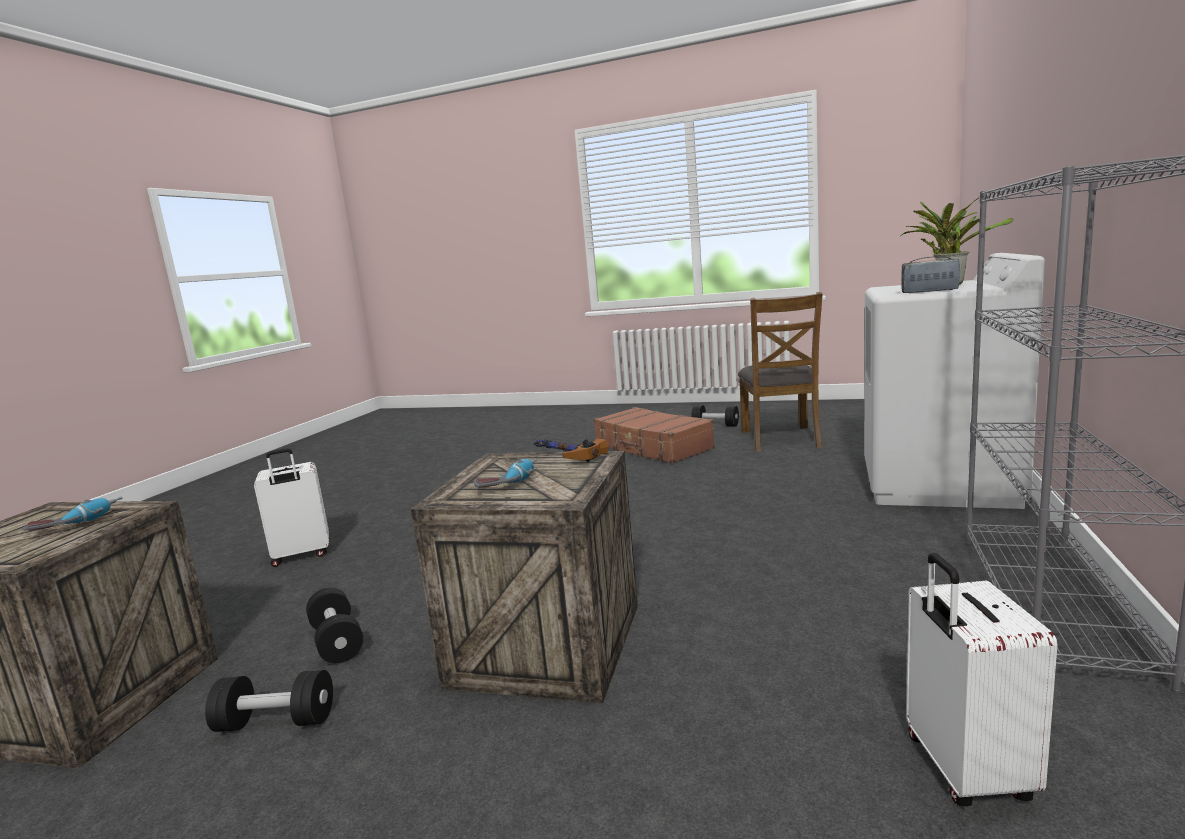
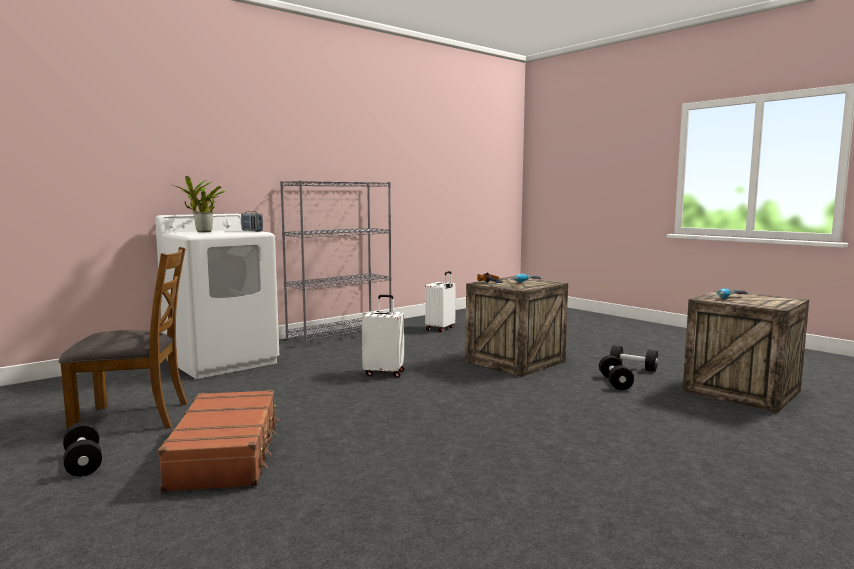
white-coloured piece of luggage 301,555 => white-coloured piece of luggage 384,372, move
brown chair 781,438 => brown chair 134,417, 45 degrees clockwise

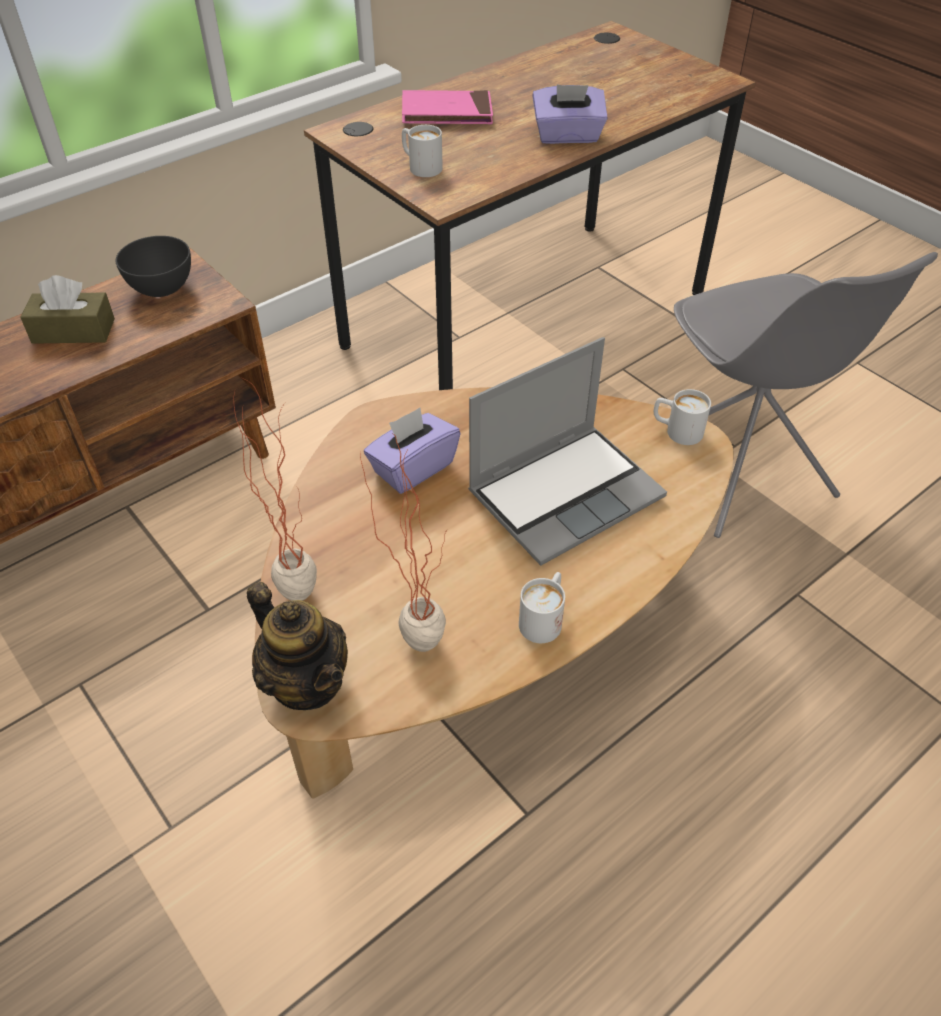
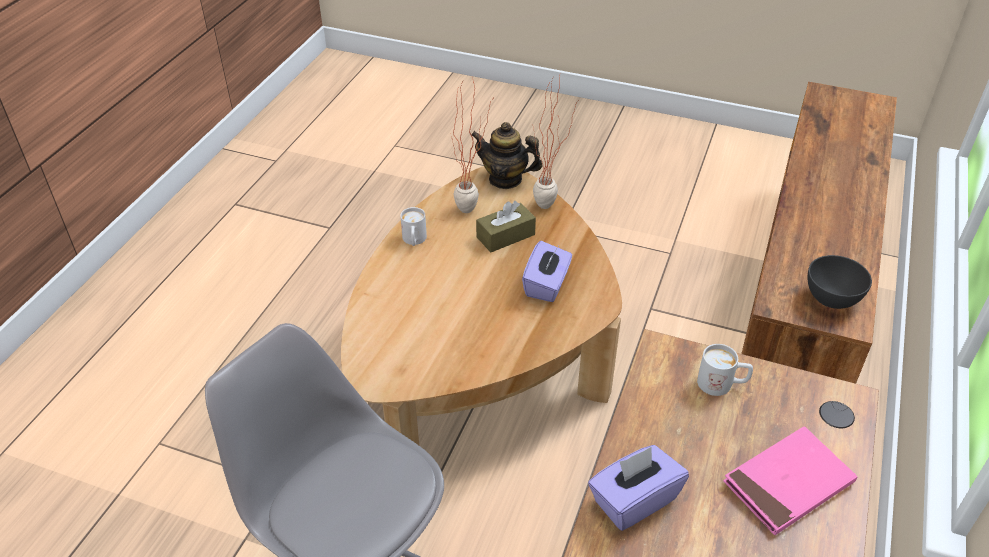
brown box of tissues 73,331 => brown box of tissues 505,236, move
notebook computer 566,493 => nothing
white-coloured mug 676,431 => nothing

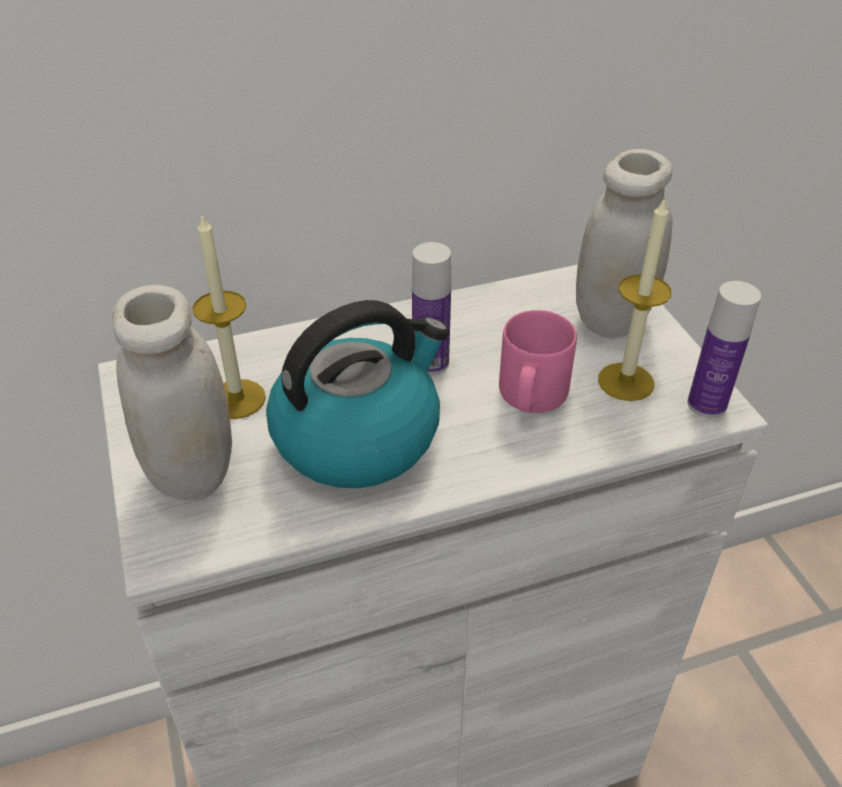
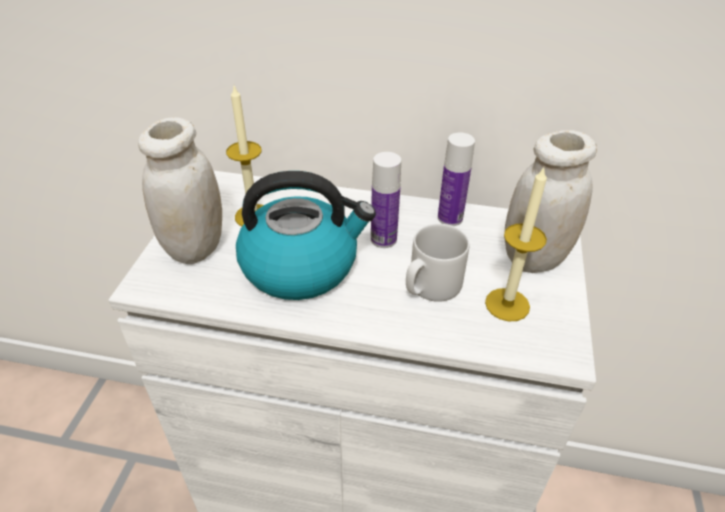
pinkish mug 531,397 => gray mug 430,287
bottle 706,404 => bottle 450,218, move

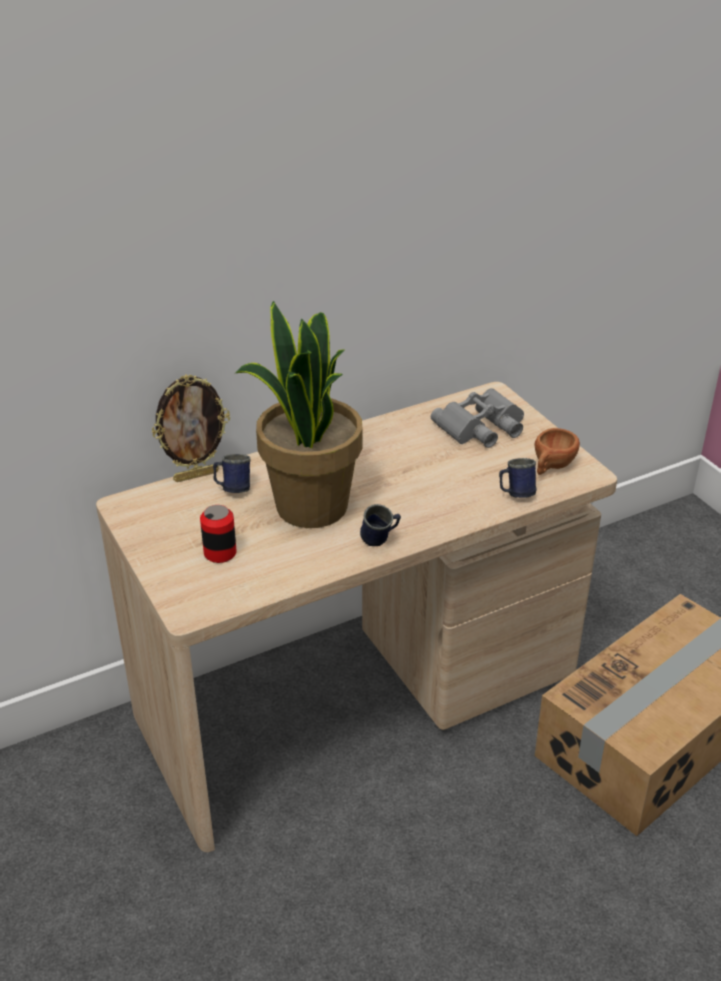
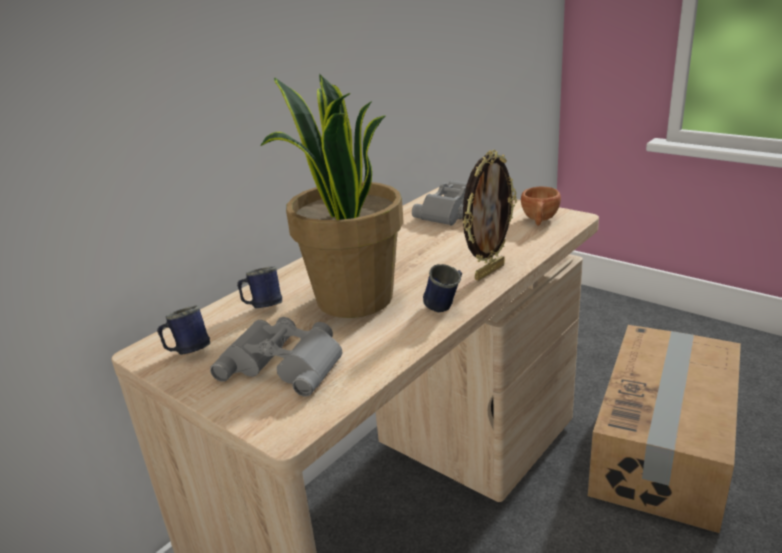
picture frame 196,475 => picture frame 488,271, move
can 220,553 => gray field glasses 286,362
blue-coloured mug 515,494 => blue-coloured mug 187,352, move

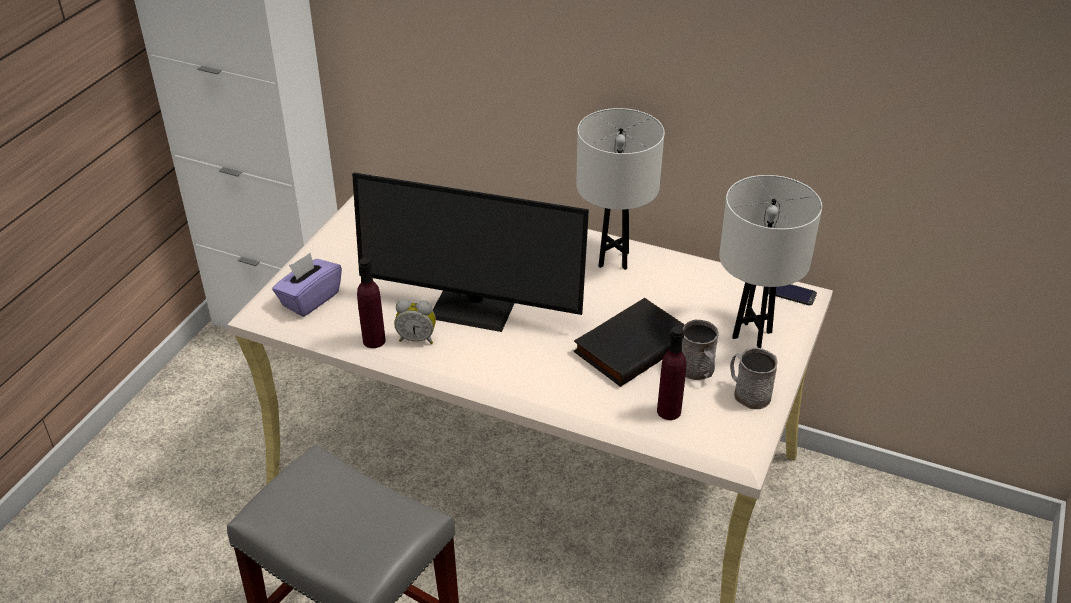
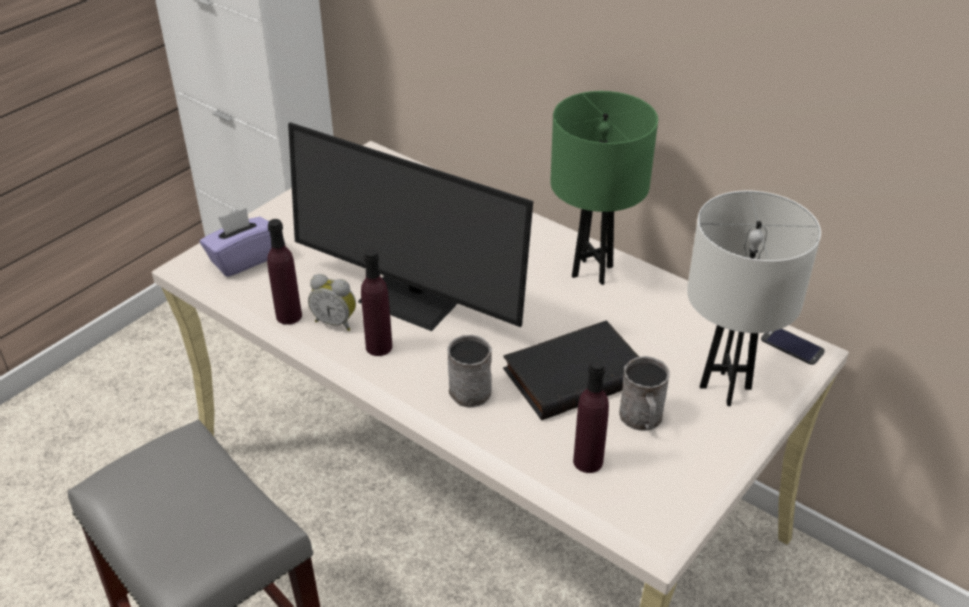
white-coloured lamp for a table 613,259 => green-coloured lamp for a table 592,271
gray mug 748,393 => gray mug 467,388, move
nothing => purplish bottle 379,347

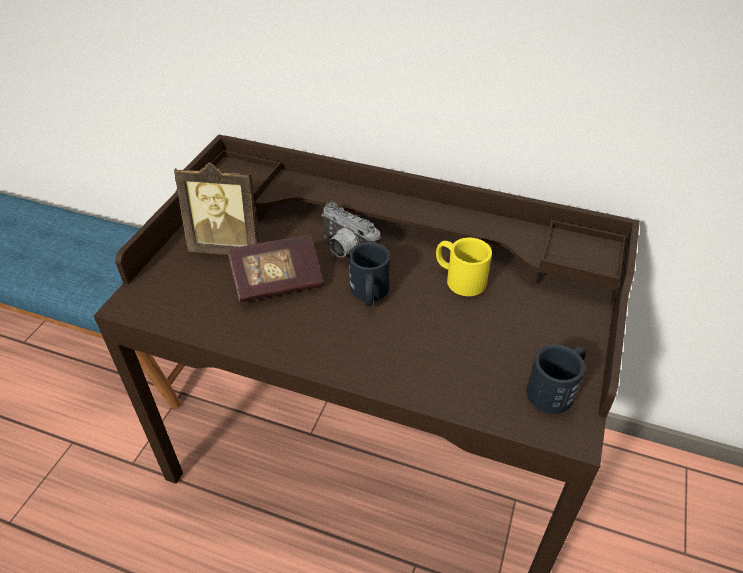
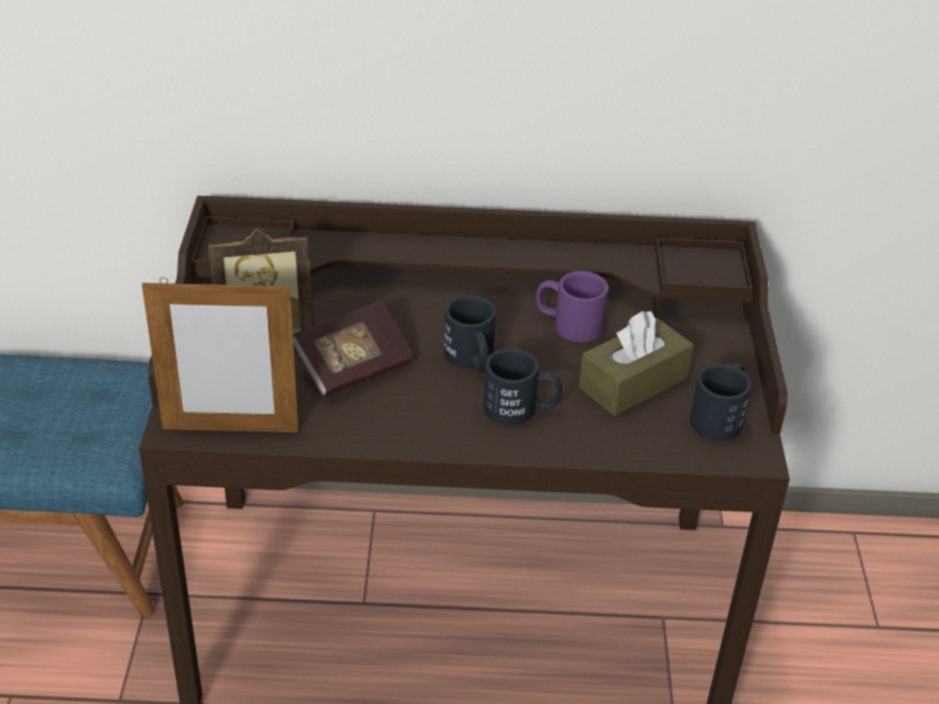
still camera 345,251 => nothing
yellowish mug 459,278 => purplish mug 568,324
nothing => picture frame 230,429
nothing => black mug 521,409
nothing => brown box of tissues 633,382

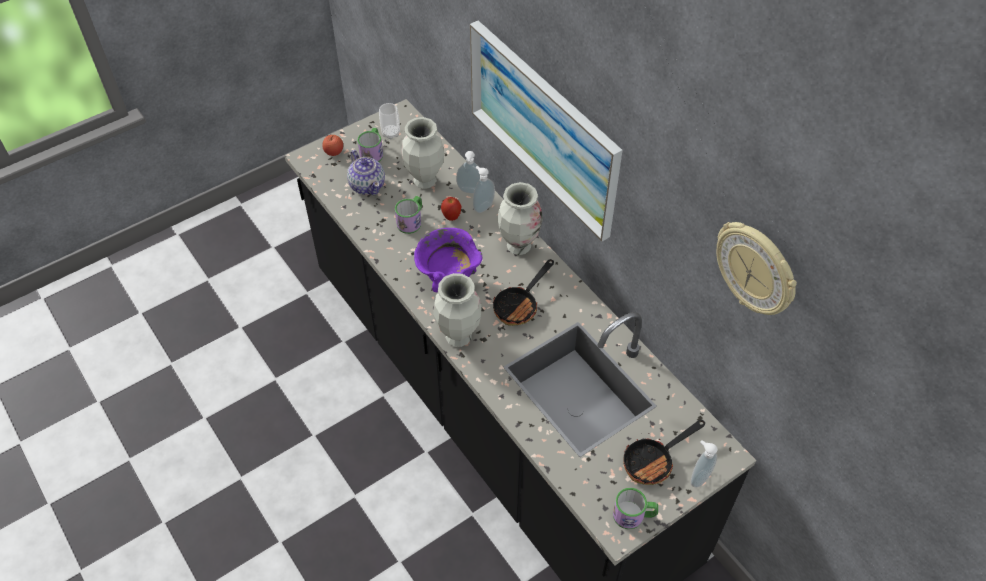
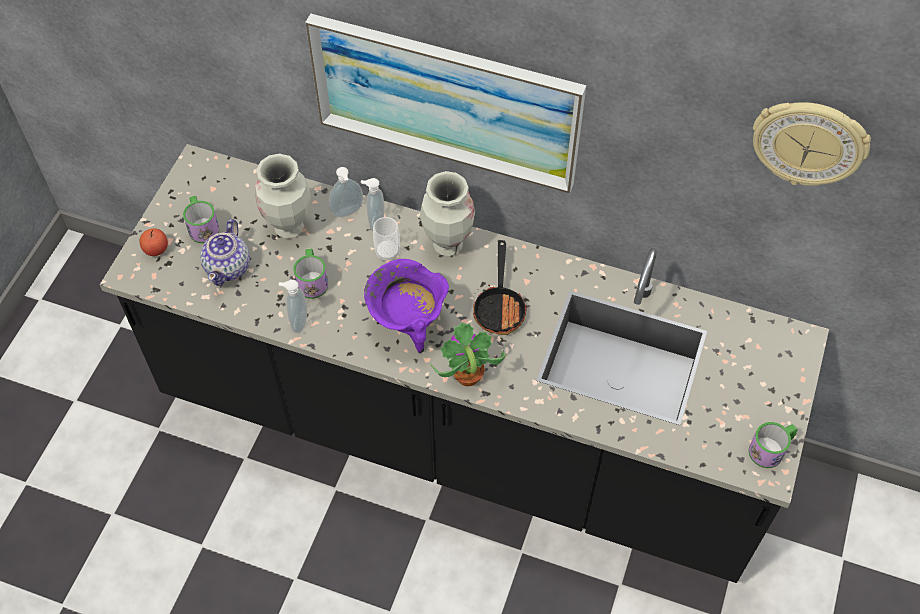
tea pot 367,185 => tea pot 229,267, 75 degrees clockwise
cup 391,133 => cup 387,252, move
decorative vase 458,337 => potted plant 467,377
apple fruit 451,217 => nothing
frying pan 654,461 => nothing
soap bottle 698,477 => soap bottle 297,321, move

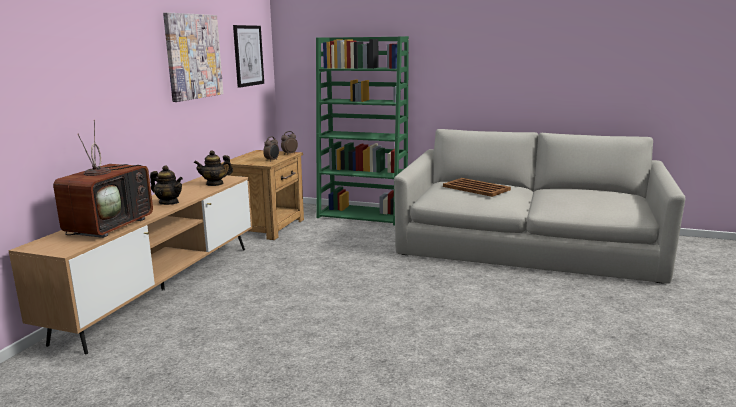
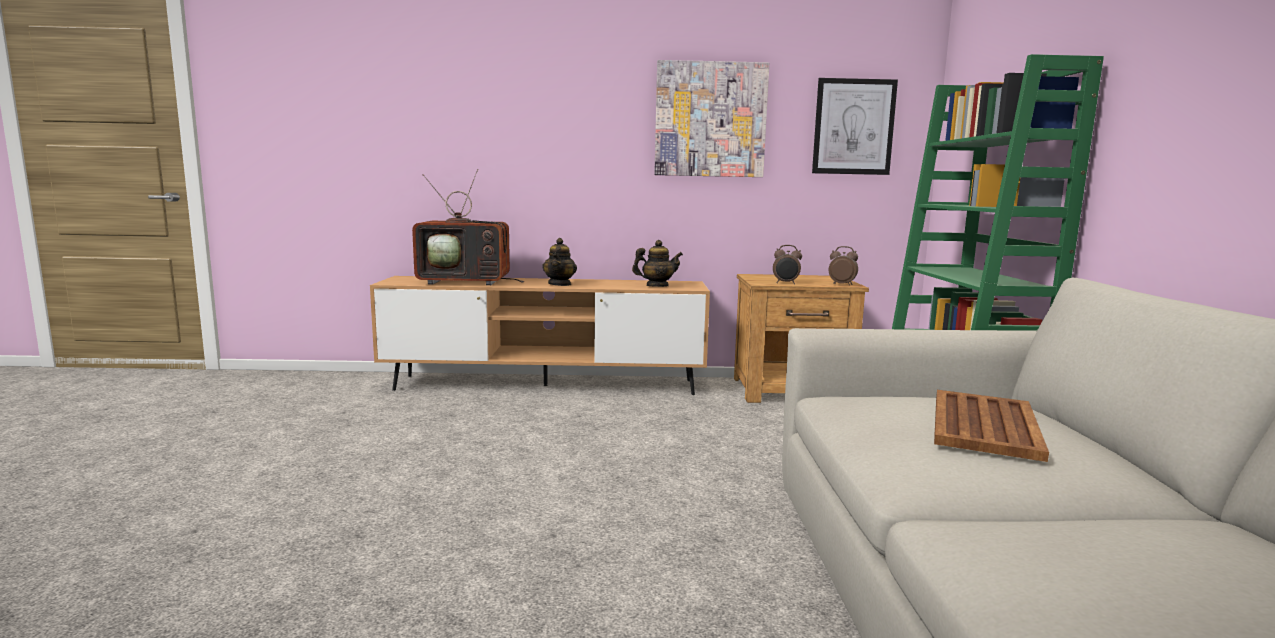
tea pot 215,184 => tea pot 657,286, 120 degrees clockwise

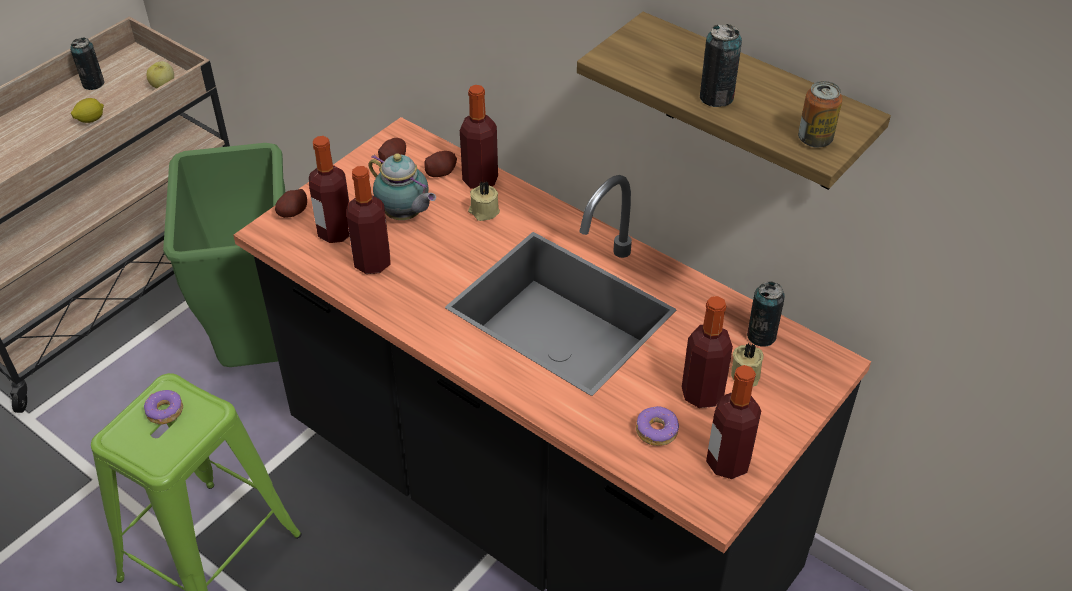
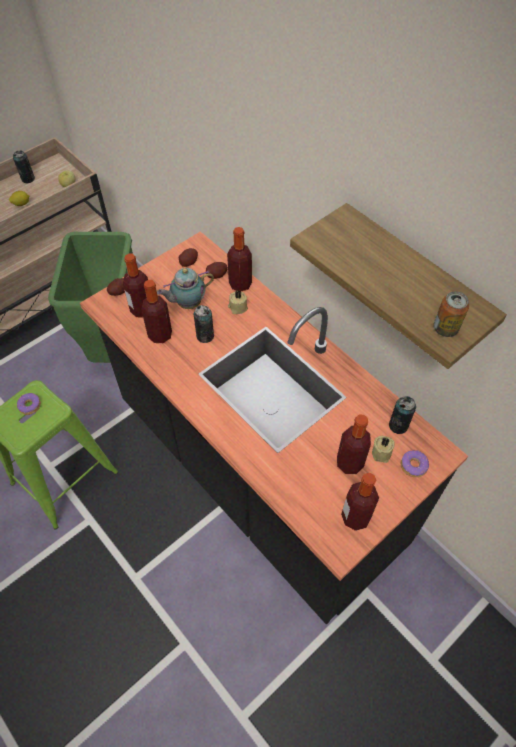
tea pot 405,216 => tea pot 187,304, 105 degrees clockwise
ring doughnut 657,431 => ring doughnut 413,465, move
can 716,97 => can 205,336, move

